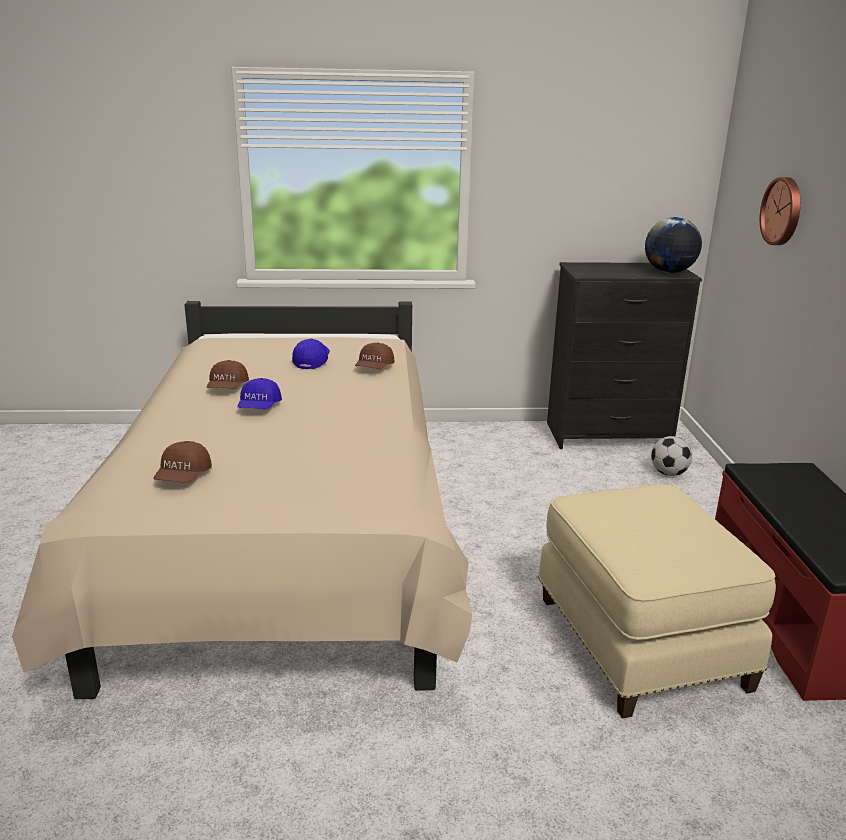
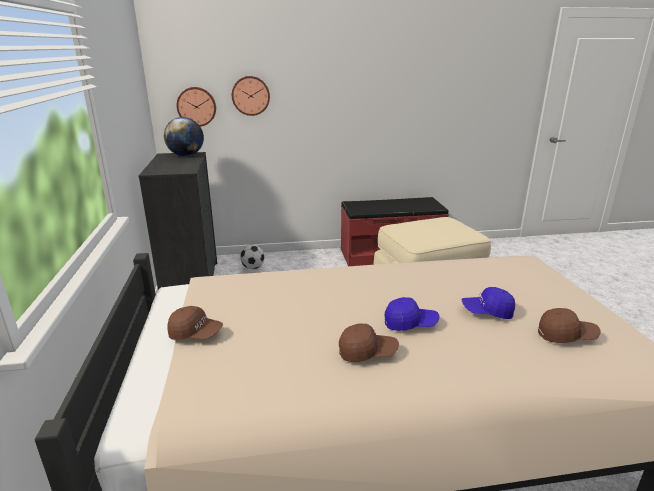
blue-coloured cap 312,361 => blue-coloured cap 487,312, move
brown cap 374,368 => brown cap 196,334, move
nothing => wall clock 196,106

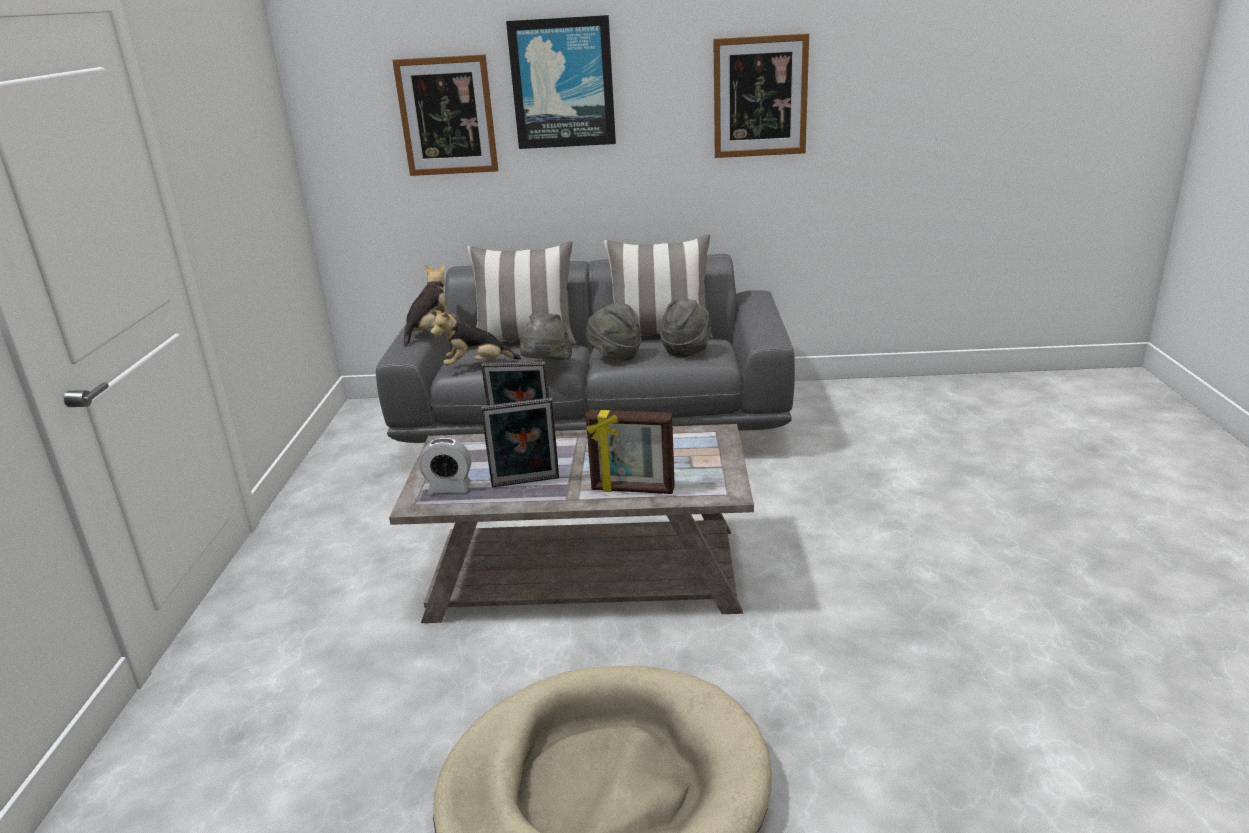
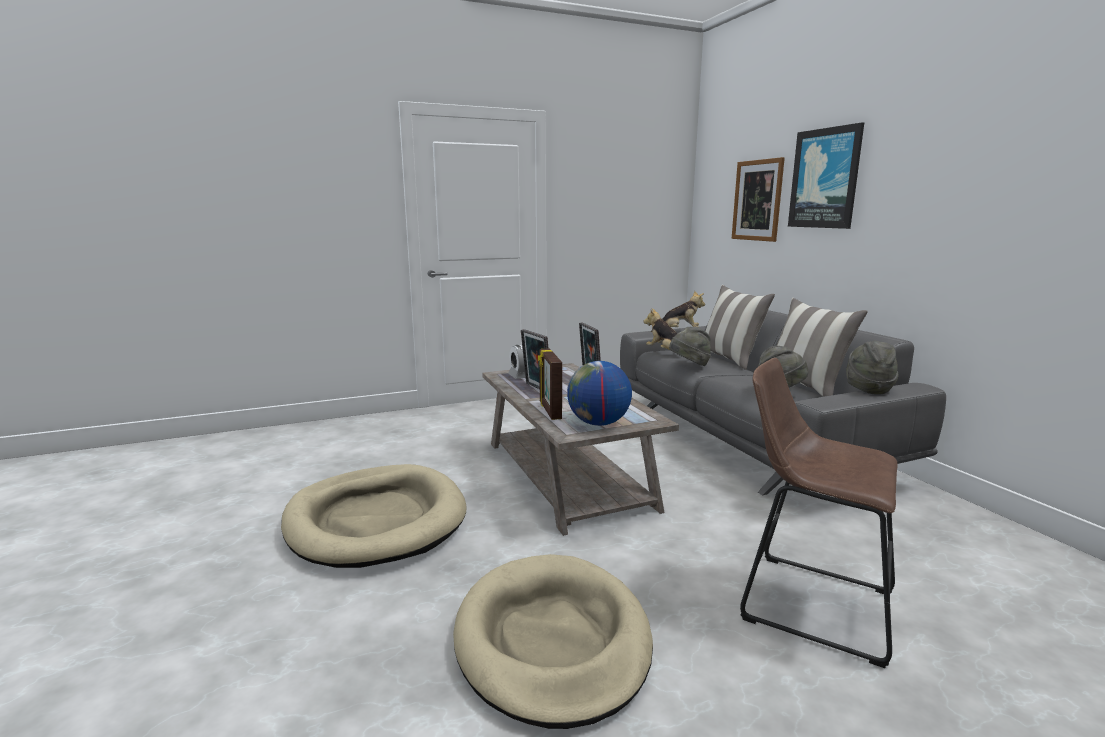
gray clothing hat 615,356 => gray clothing hat 867,389, move
wall picture 760,97 => nothing
nothing => beige-coloured dog cushion 552,640
nothing => world globe 598,423
nothing => brown stool 807,601

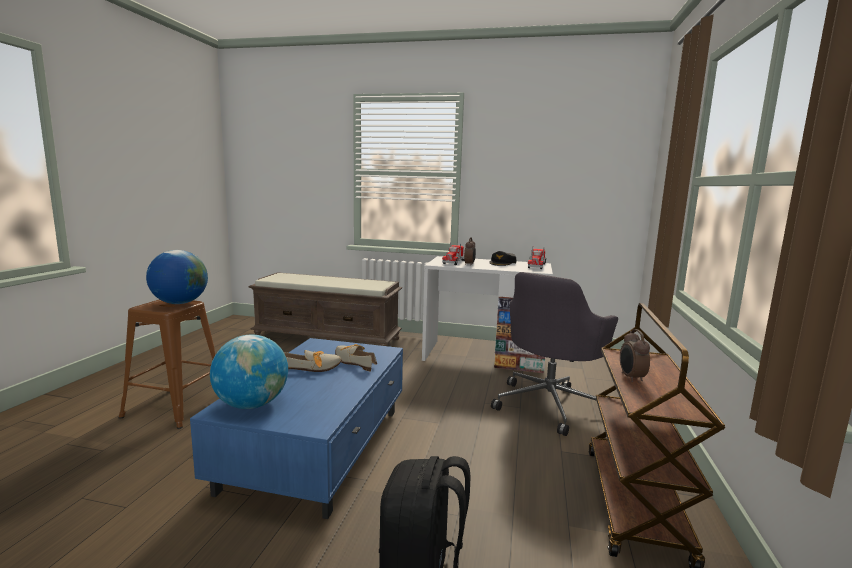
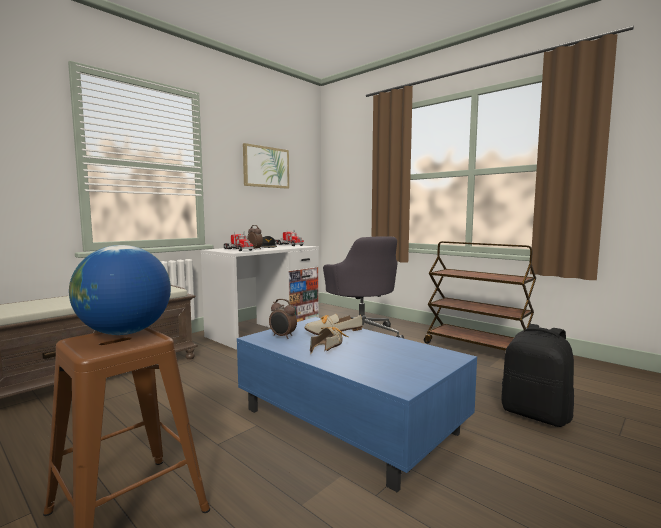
world globe 252,404 => nothing
alarm clock 631,378 => alarm clock 282,336, move
nothing => wall picture 266,167

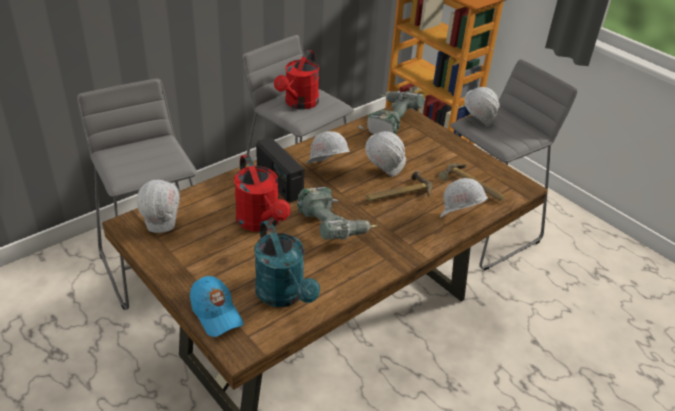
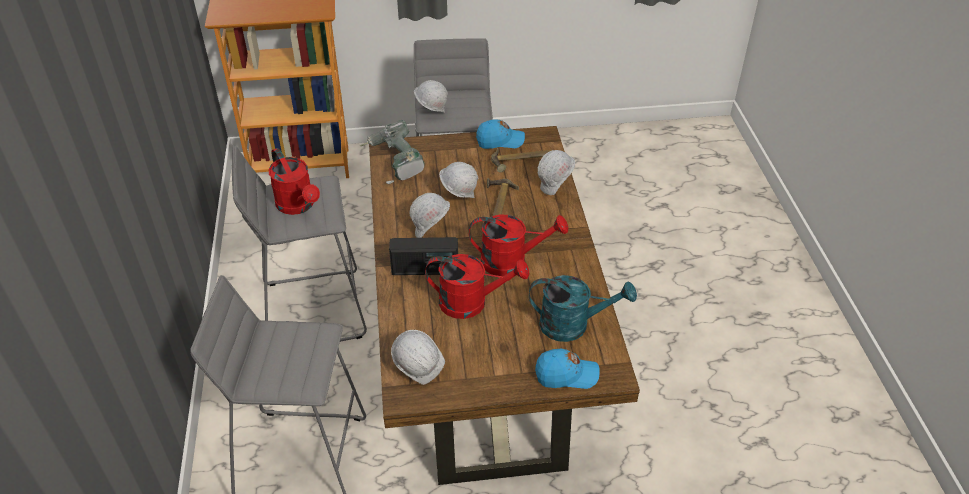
power drill 333,227 => reddish watering pot 512,261
nothing => blue-coloured cap 500,141

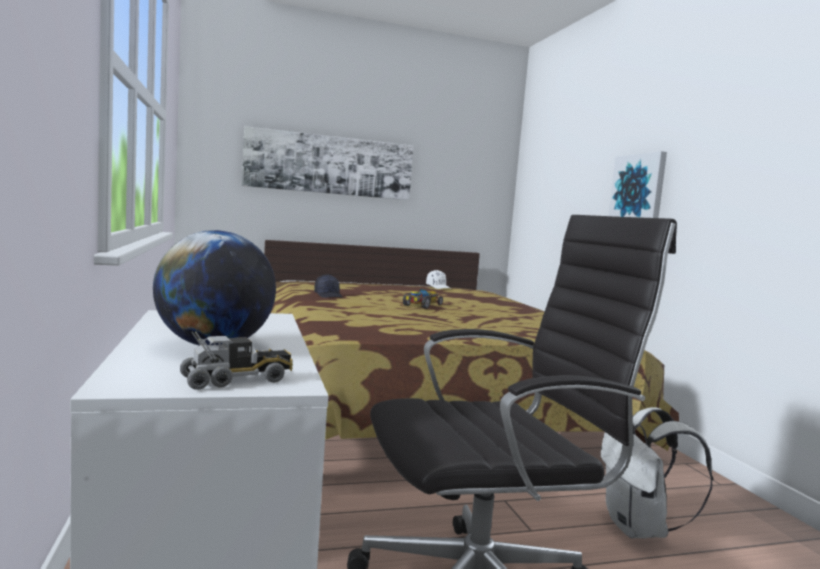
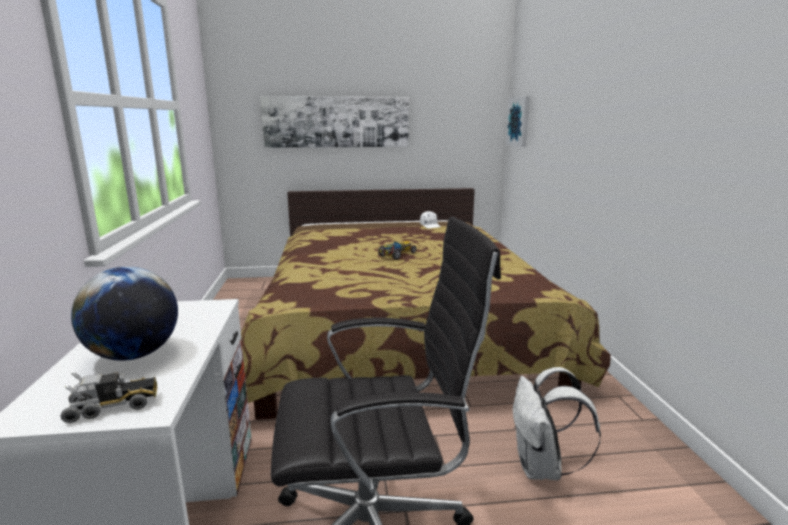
black cap 329,295 => nothing
wall picture 638,190 => wall picture 519,121, move

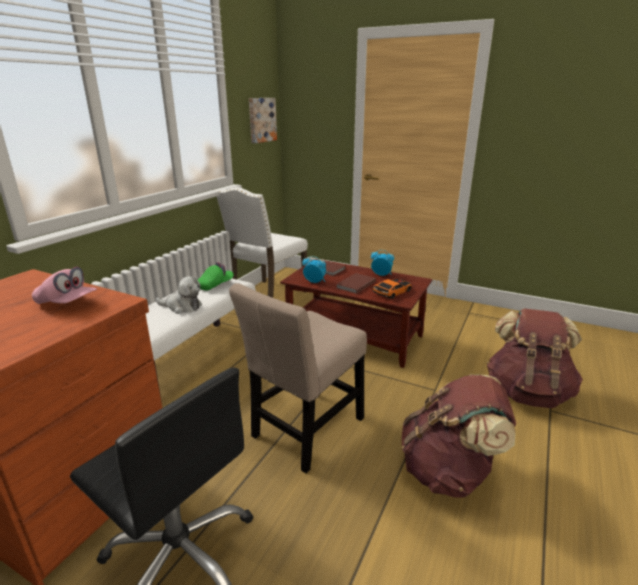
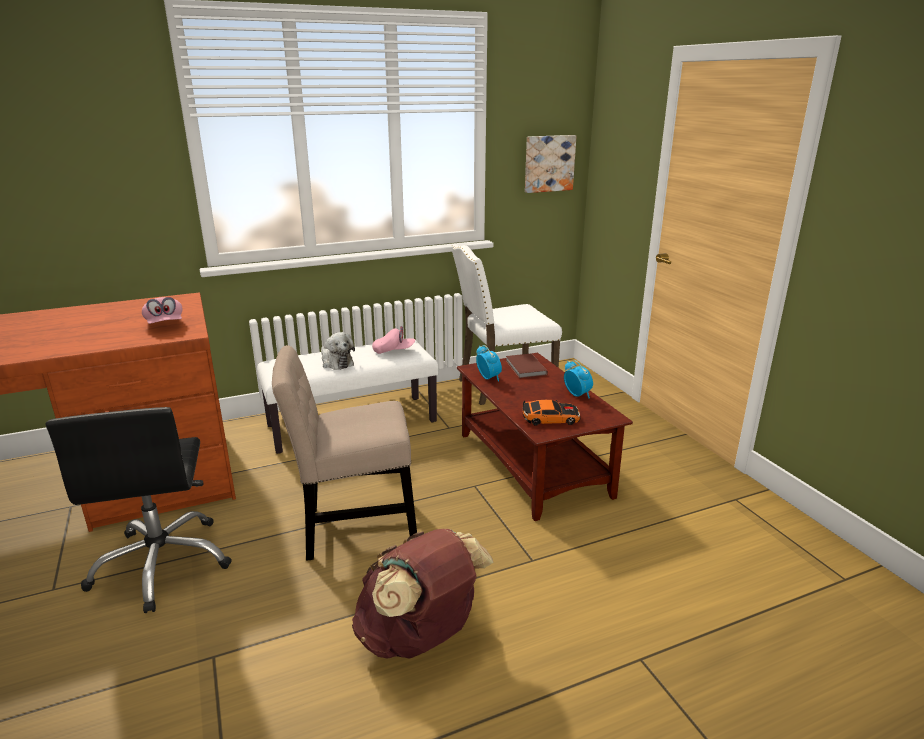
green-coloured cap 216,285 => pinkish cap 394,351
brown book 355,285 => nothing
brown backpack 527,392 => nothing

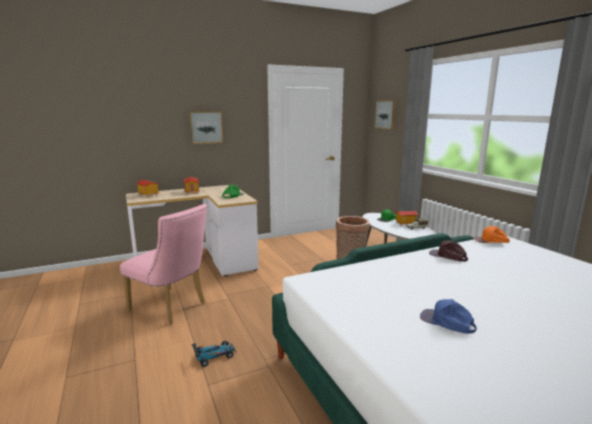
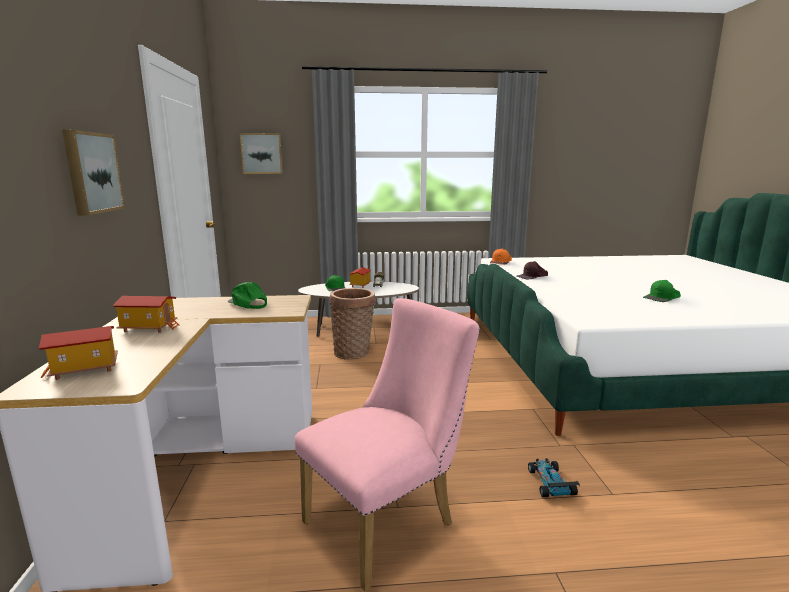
blue-coloured cap 447,322 => green-coloured cap 662,298

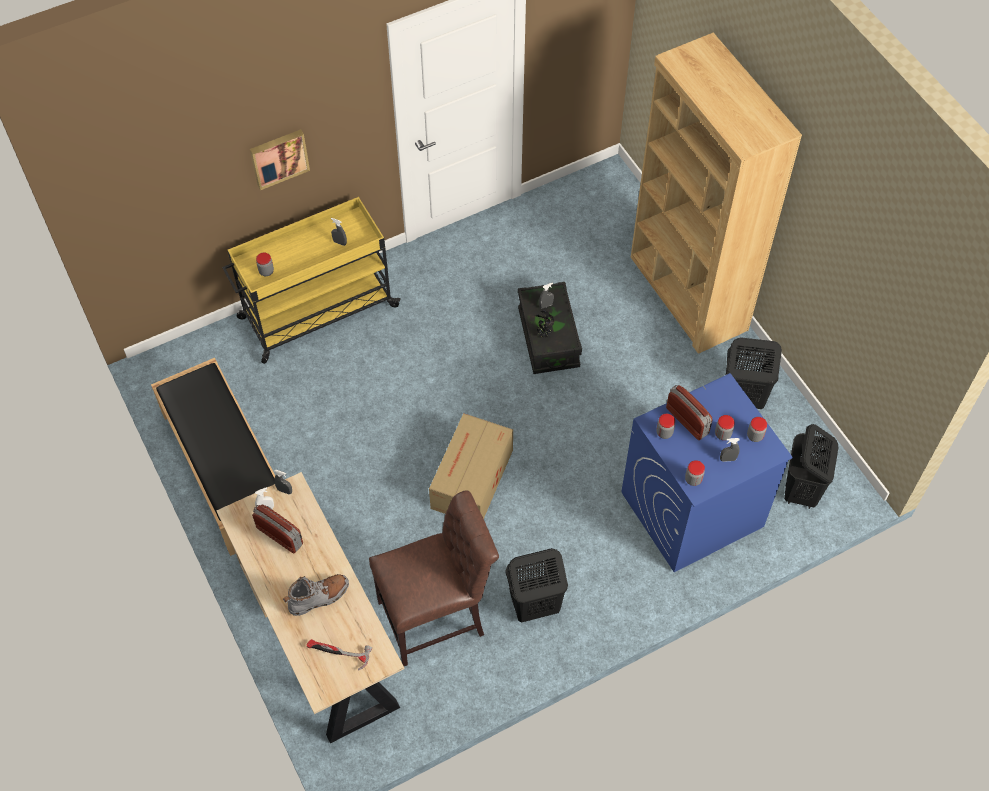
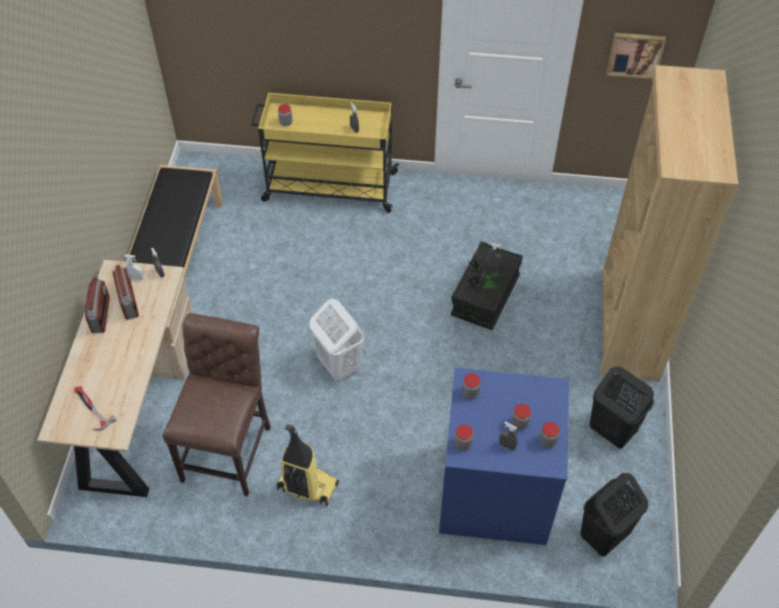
wall picture 279,157 => wall picture 635,54, move
gray high-top boot 319,597 => nothing
brown chair 437,617 => brown chair 229,448, 90 degrees counterclockwise
packing box 471,480 => white-coloured laundry basket 338,365
black laundry basket 534,606 => vacuum cleaner 307,487
radio 687,420 => radio 101,315, move

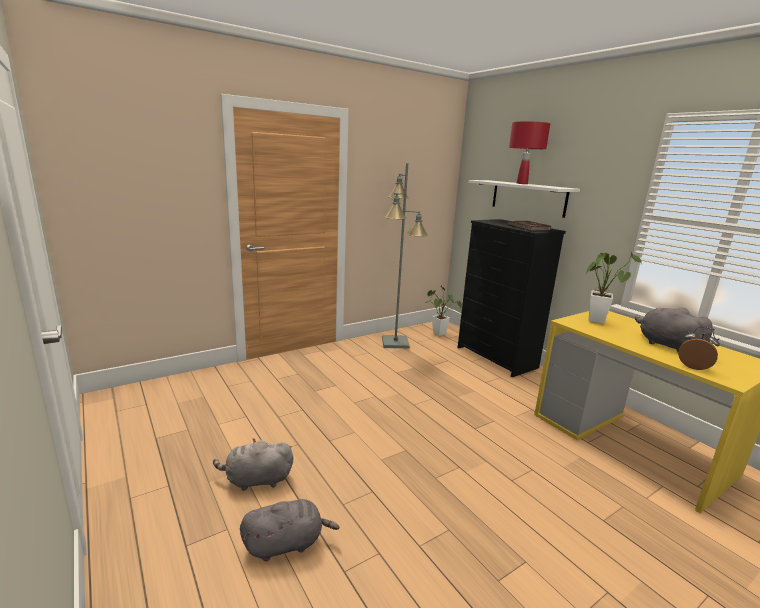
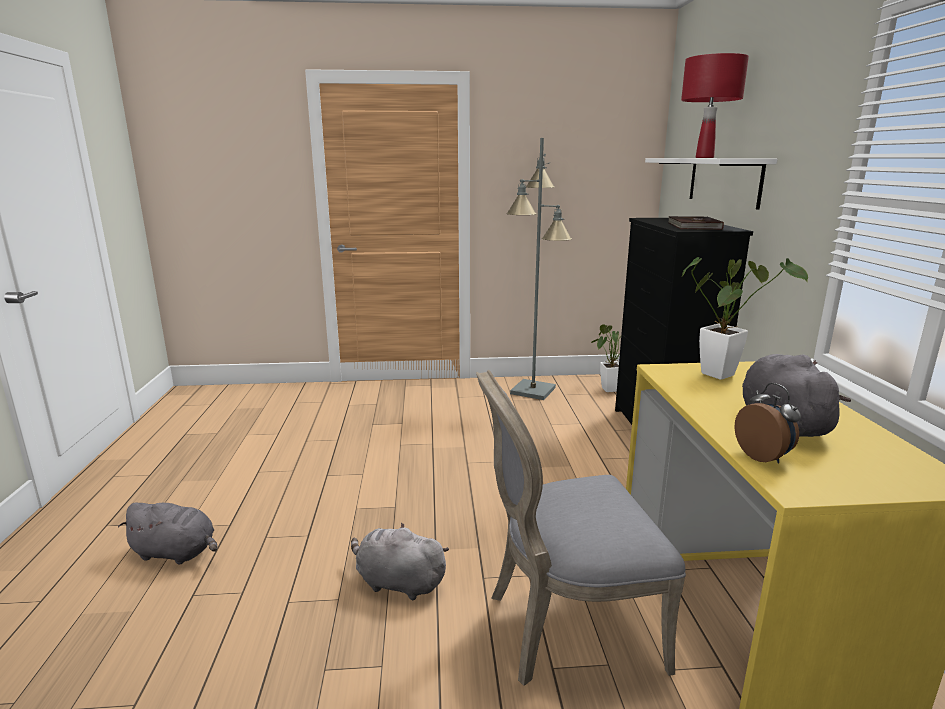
gray soft toy 256,480 => gray soft toy 397,582, move
nothing => gray chair 565,626

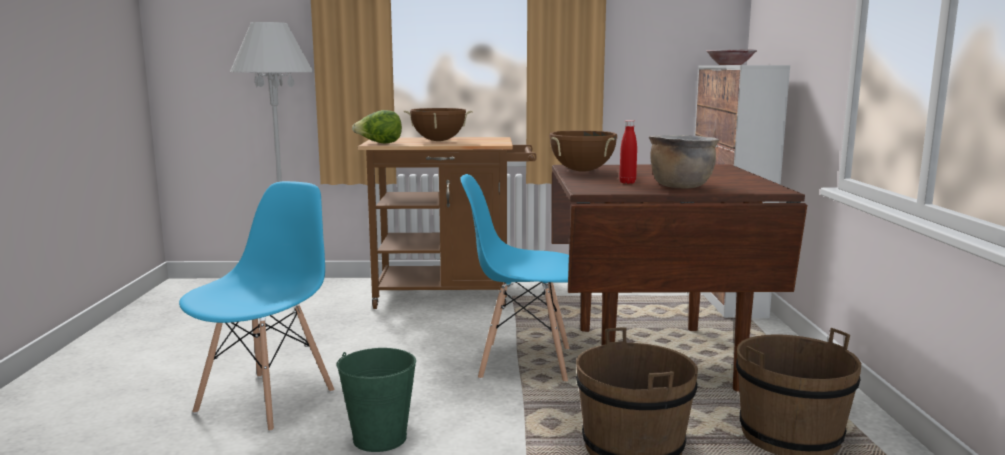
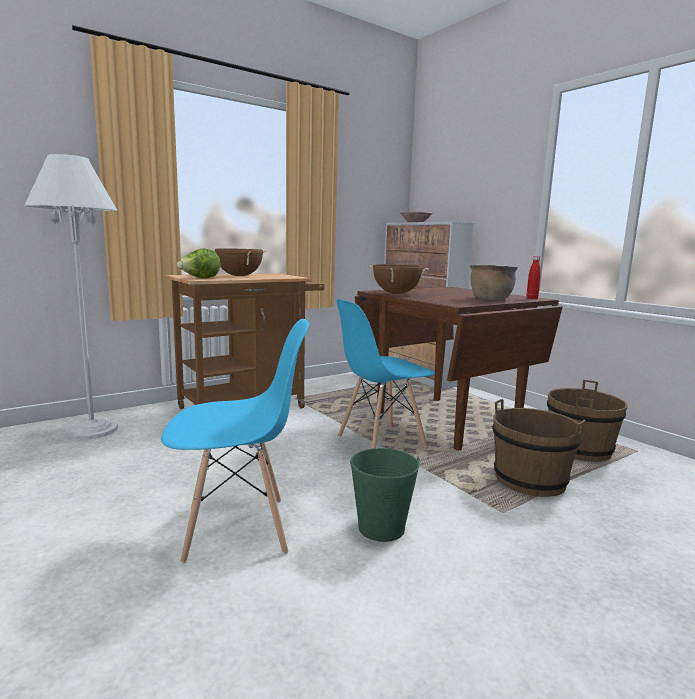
blue-coloured chair 267,401 => blue-coloured chair 237,529, 90 degrees clockwise
reddish bottle 627,182 => reddish bottle 532,298, move

